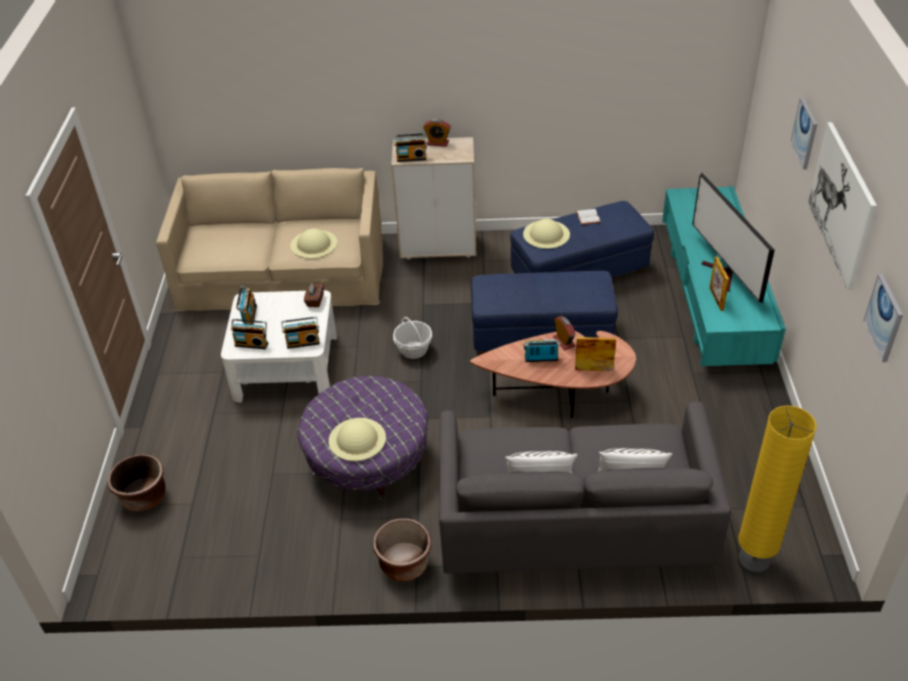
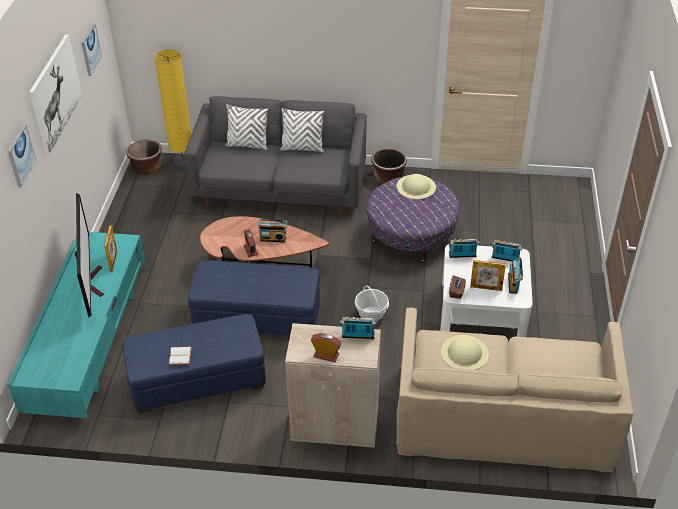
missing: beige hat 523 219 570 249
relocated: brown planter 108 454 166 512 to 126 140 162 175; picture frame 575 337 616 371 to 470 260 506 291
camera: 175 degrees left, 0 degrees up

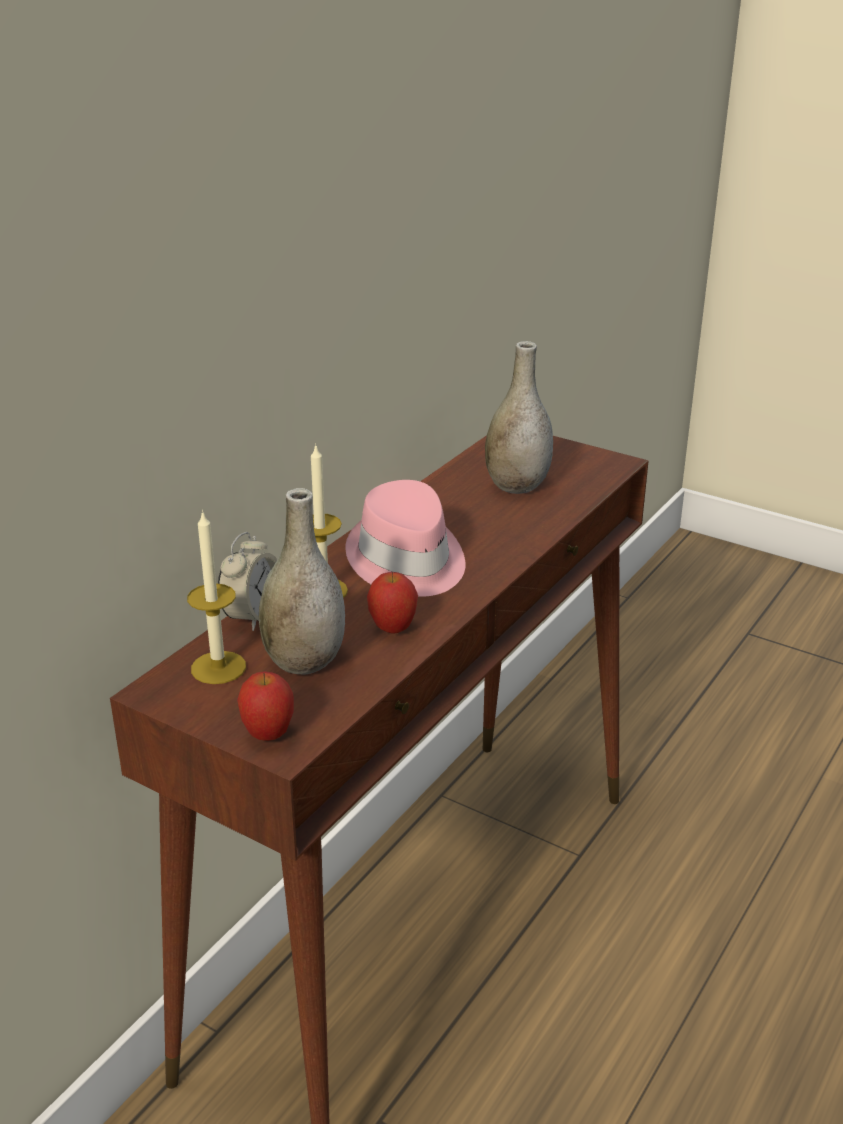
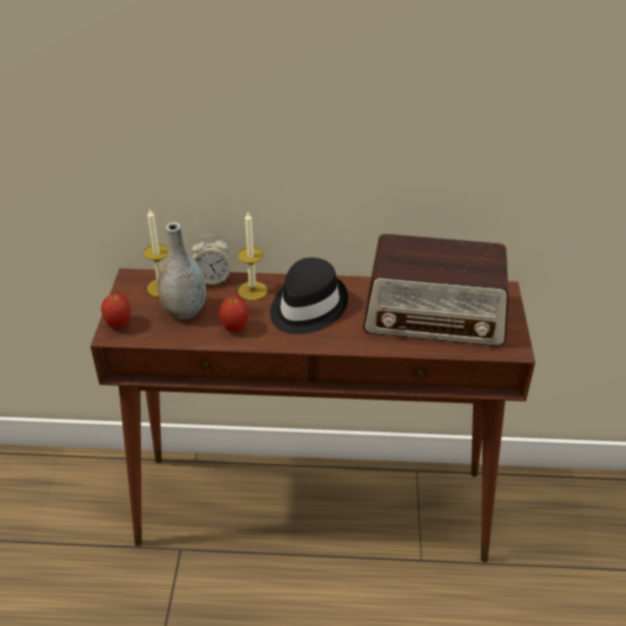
exchanged: grey vase 485 341 553 494 to radio 363 234 509 346
colour: pink hat 346 480 466 597 to black hat 270 258 348 334
camera: 60 degrees right, 10 degrees up

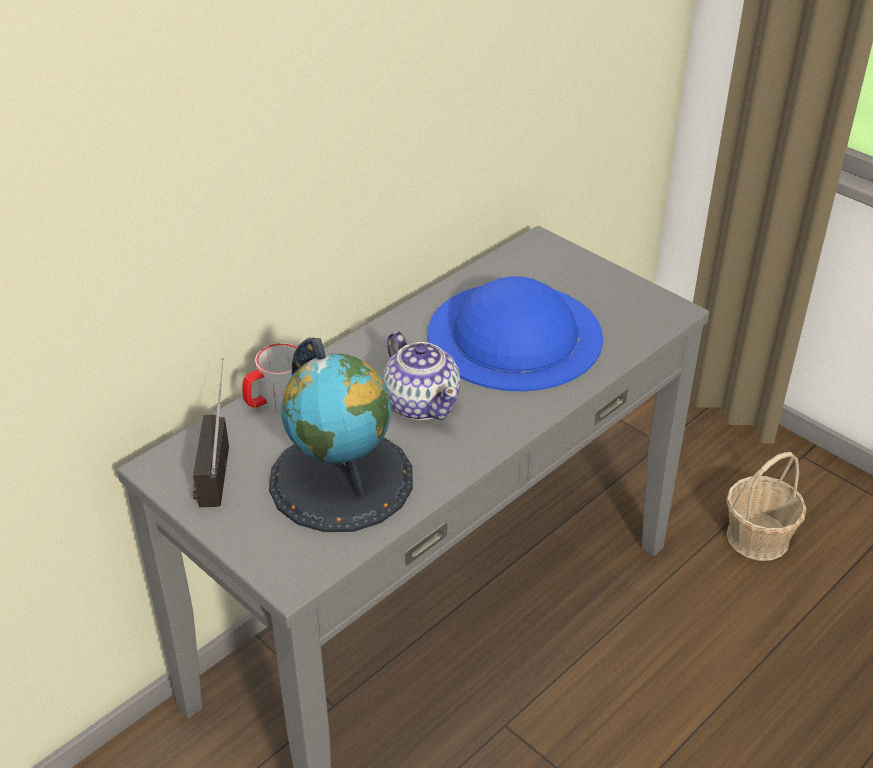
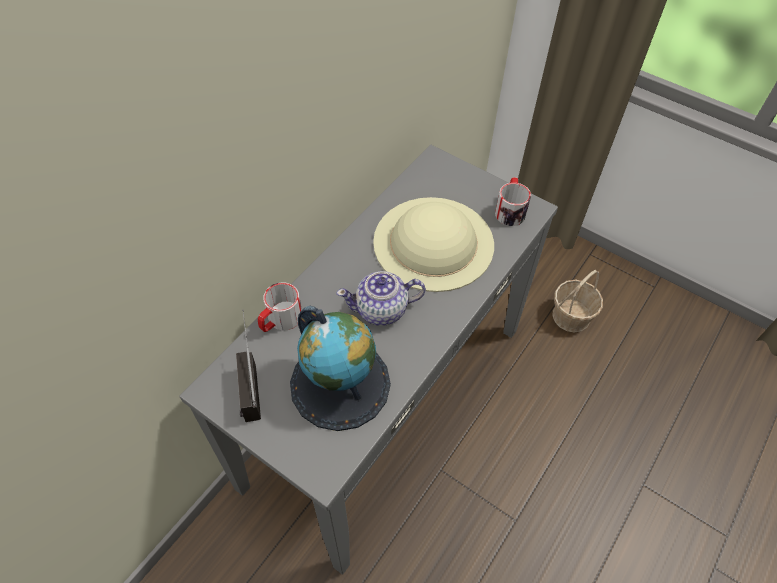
appeared: mug 495 177 531 226
colour: blue hat 427 276 603 391 to beige hat 373 197 494 292
spun: teapot 383 331 460 420 = 336 271 426 326 120 degrees clockwise
camera: 10 degrees left, 15 degrees up

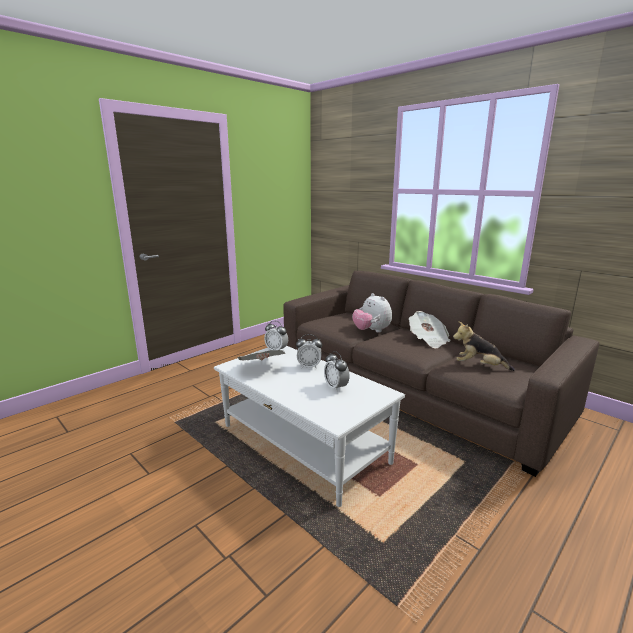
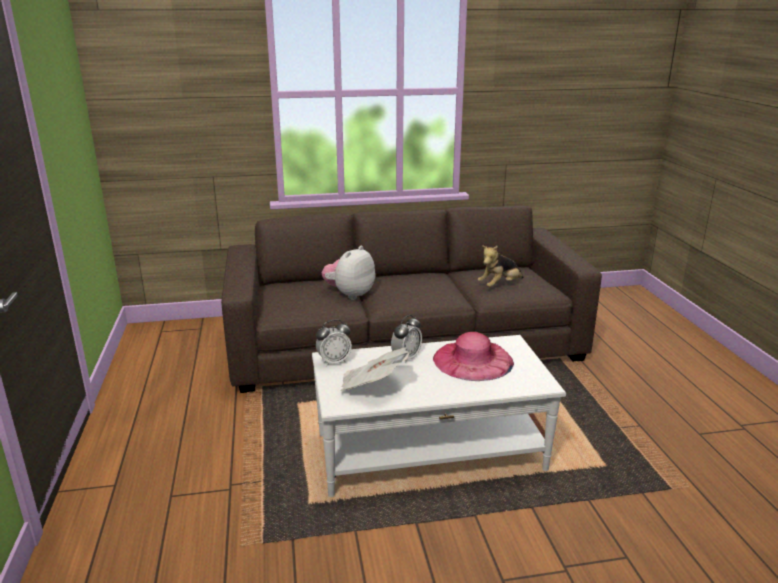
missing: newspaper 409 311 451 349
exchanged: alarm clock 324 351 349 392 to pink hat 433 332 514 381
spun: plush toy 352 293 392 333 = 322 246 375 300 120 degrees clockwise
camera: 55 degrees left, 5 degrees up

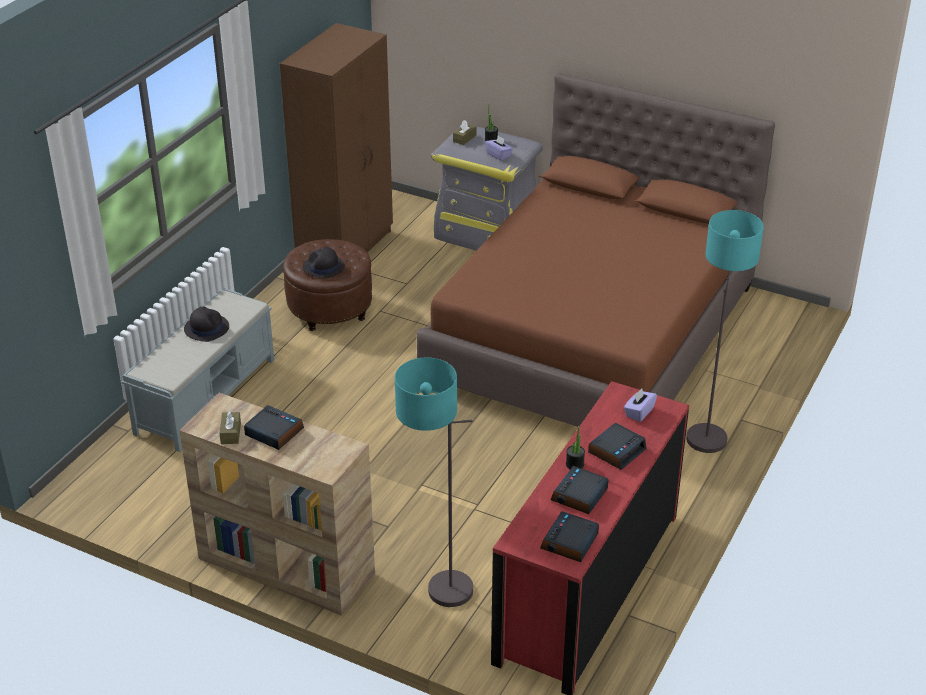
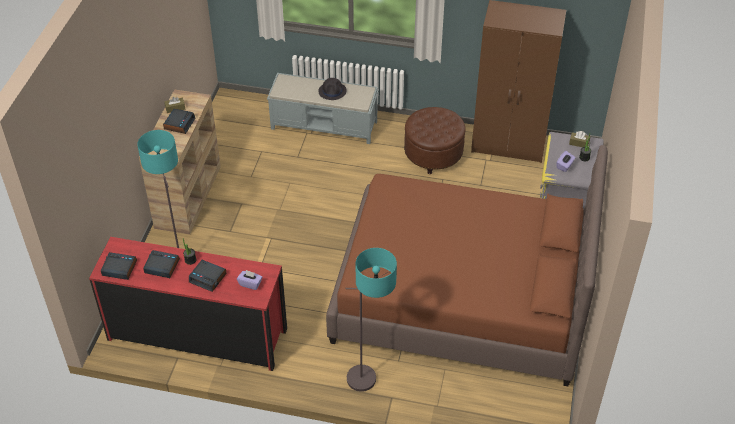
missing: black hat 303 247 345 278
camera: 75 degrees right, 10 degrees up

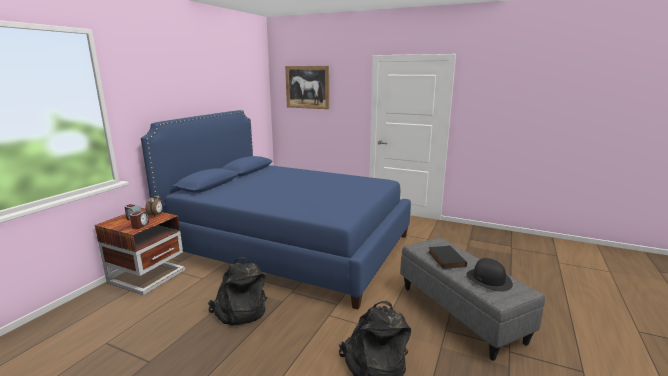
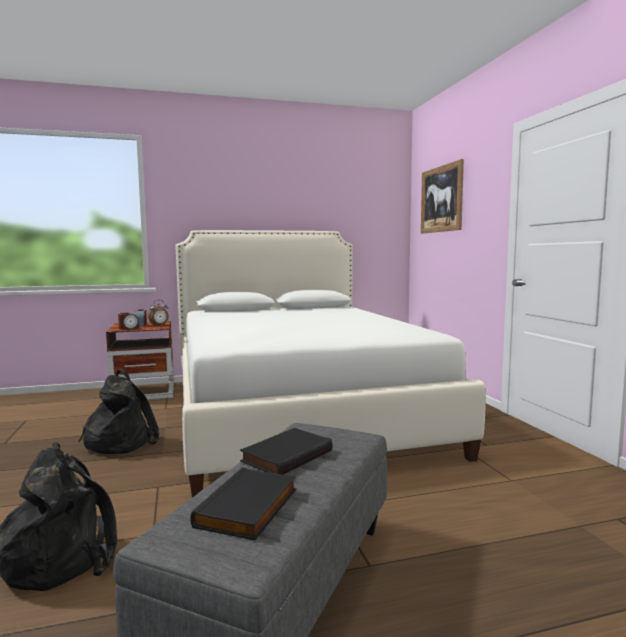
exchanged: black hat 466 258 513 292 to black book 190 467 296 540
colour: blue bed 141 110 411 309 to white bed 176 230 486 498
camera: 50 degrees right, 10 degrees down

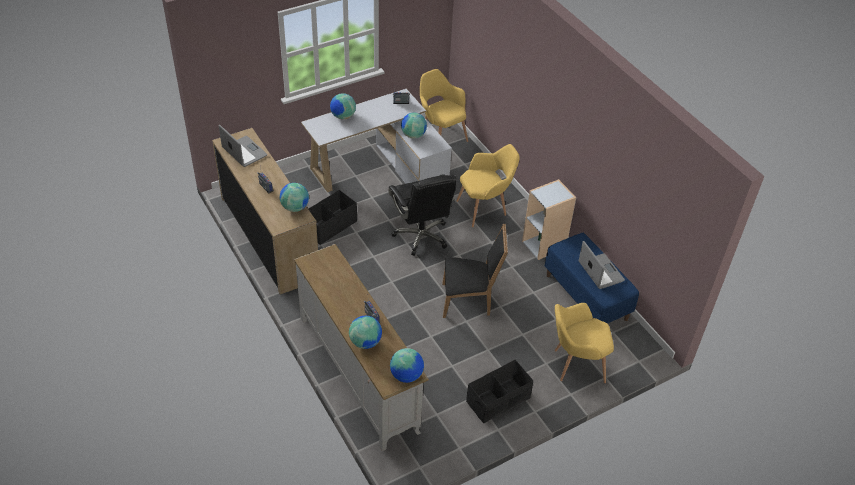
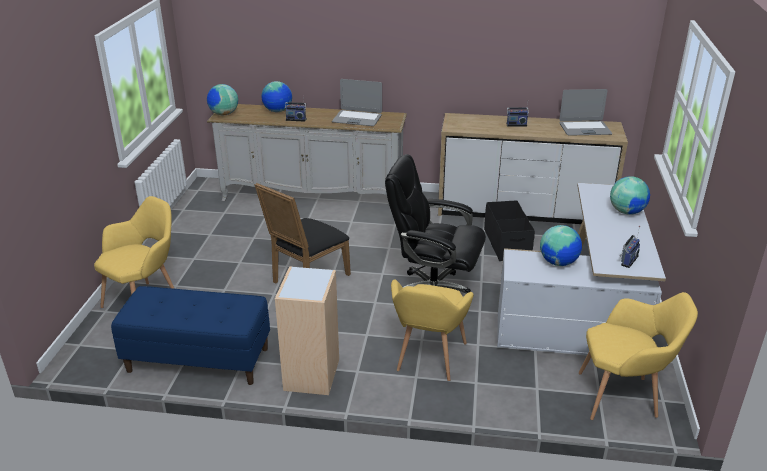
missing: globe 280 183 309 212; black storage box 466 360 533 423
relocated: laptop 579 241 625 289 to 332 79 382 126
camera: 130 degrees right, 15 degrees down

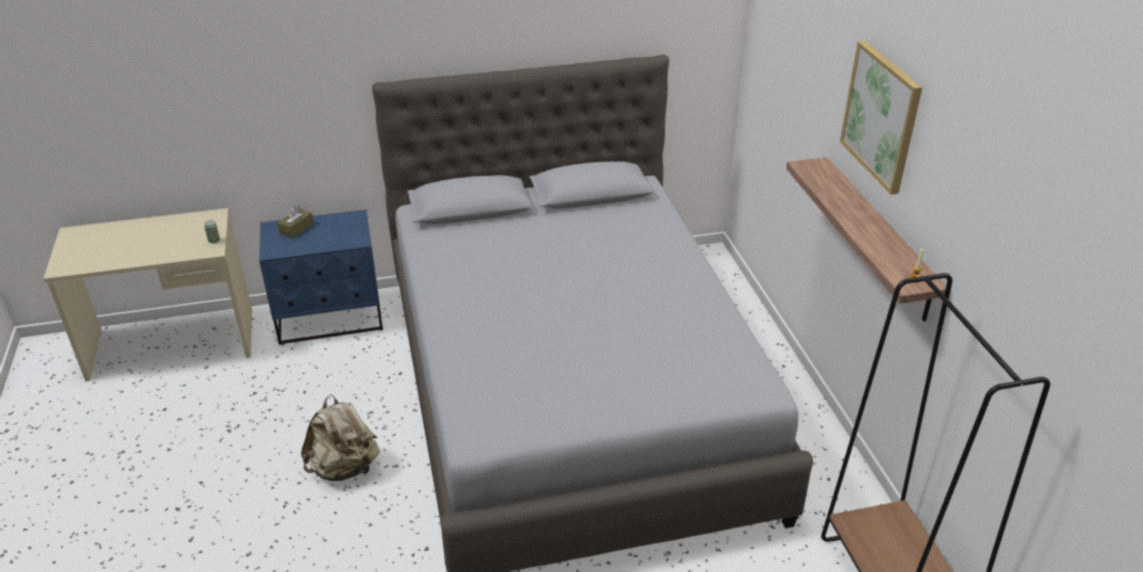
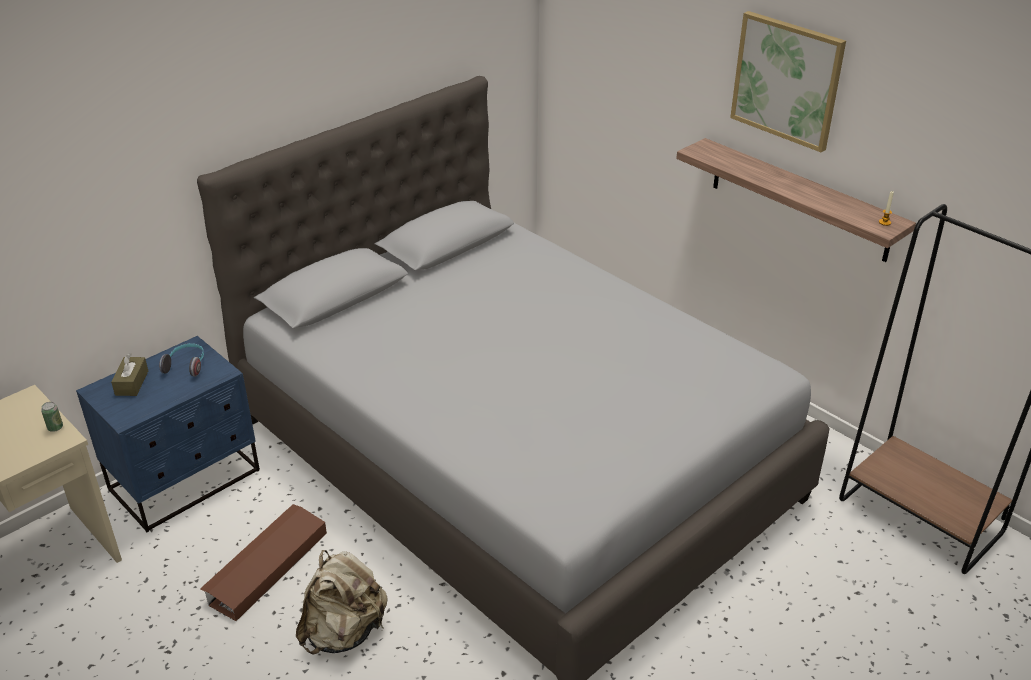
appeared: headphones 159 343 204 377; brown storage box 200 504 327 622
camera: 30 degrees left, 0 degrees up

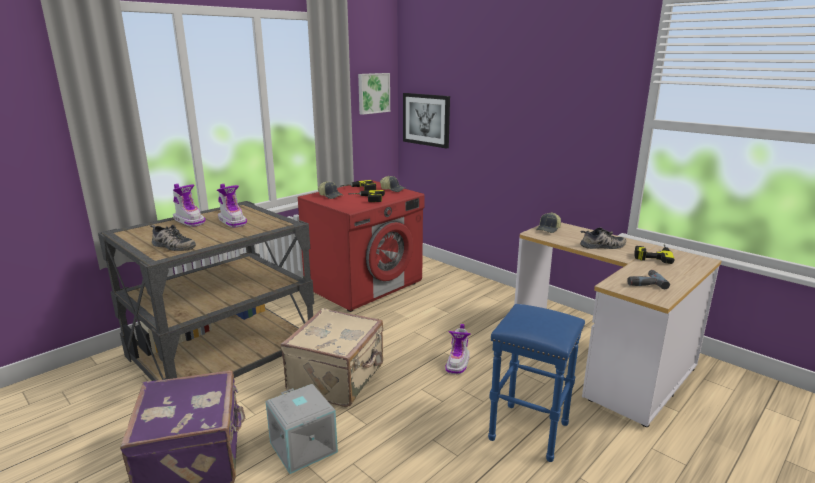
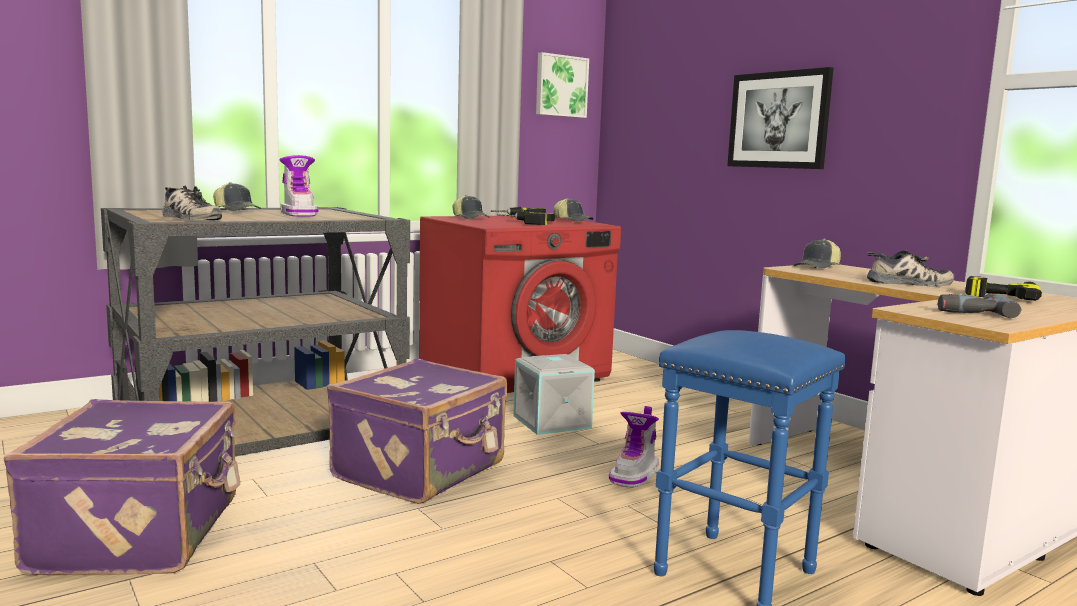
relocated: grey storage box 266 384 338 474 to 513 354 595 435; picture 403 93 450 149 to 727 67 834 169
exchanged: boot 173 184 205 227 to cap 213 182 261 211
colour: beige suitcase 281 308 383 407 to purple suitcase 327 358 507 504
camera: 10 degrees right, 10 degrees down

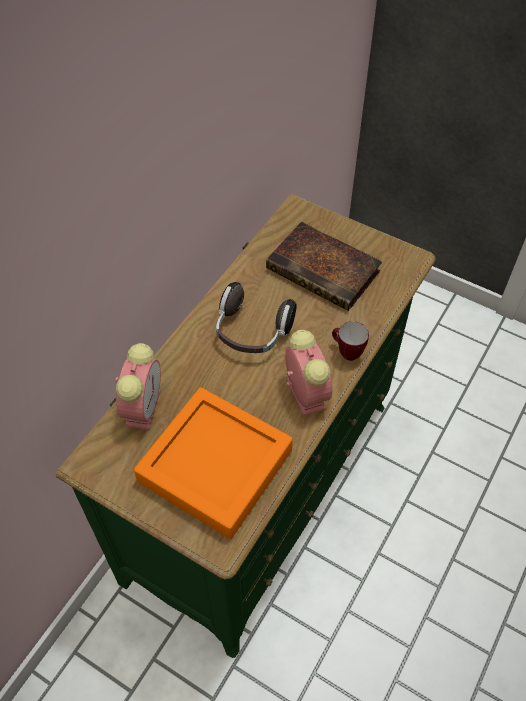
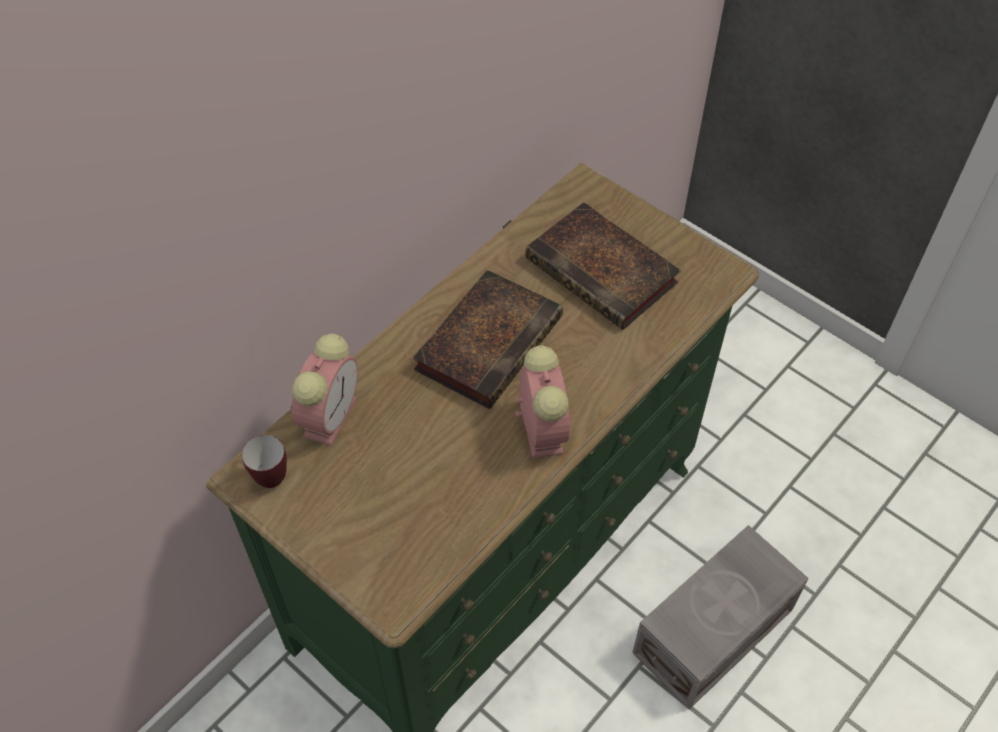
missing: orange tray 134 387 293 539
appeared: grey storage box 632 525 809 709
relocated: mug 332 321 369 361 to 242 435 287 488
exchanged: headphones 216 282 297 353 to book 413 270 563 409
camera: 10 degrees right, 0 degrees up

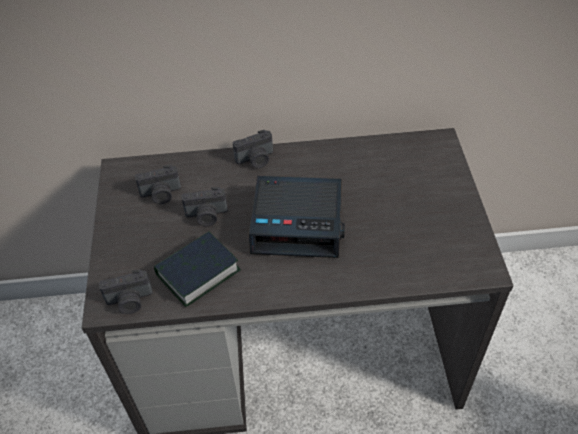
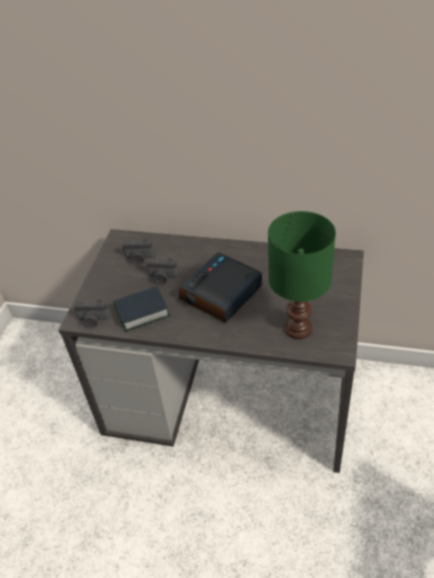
missing: photo camera 233 130 273 168
appeared: green table lamp 268 211 336 339
spun: alarm clock 249 176 345 258 = 179 252 262 323 105 degrees clockwise
camera: 20 degrees right, 5 degrees down

